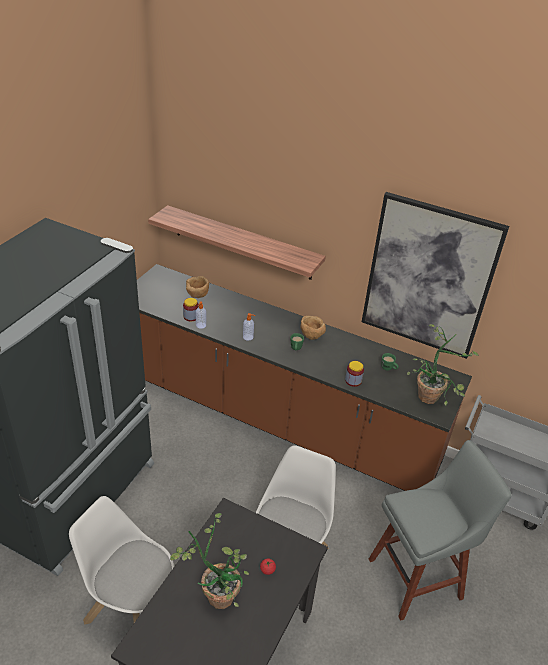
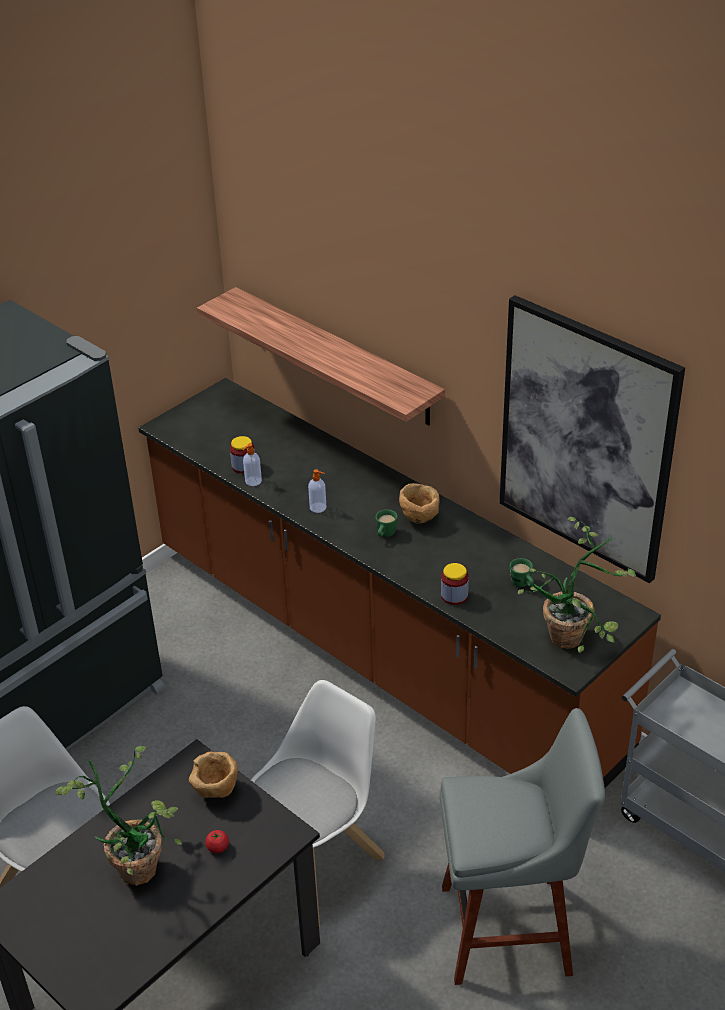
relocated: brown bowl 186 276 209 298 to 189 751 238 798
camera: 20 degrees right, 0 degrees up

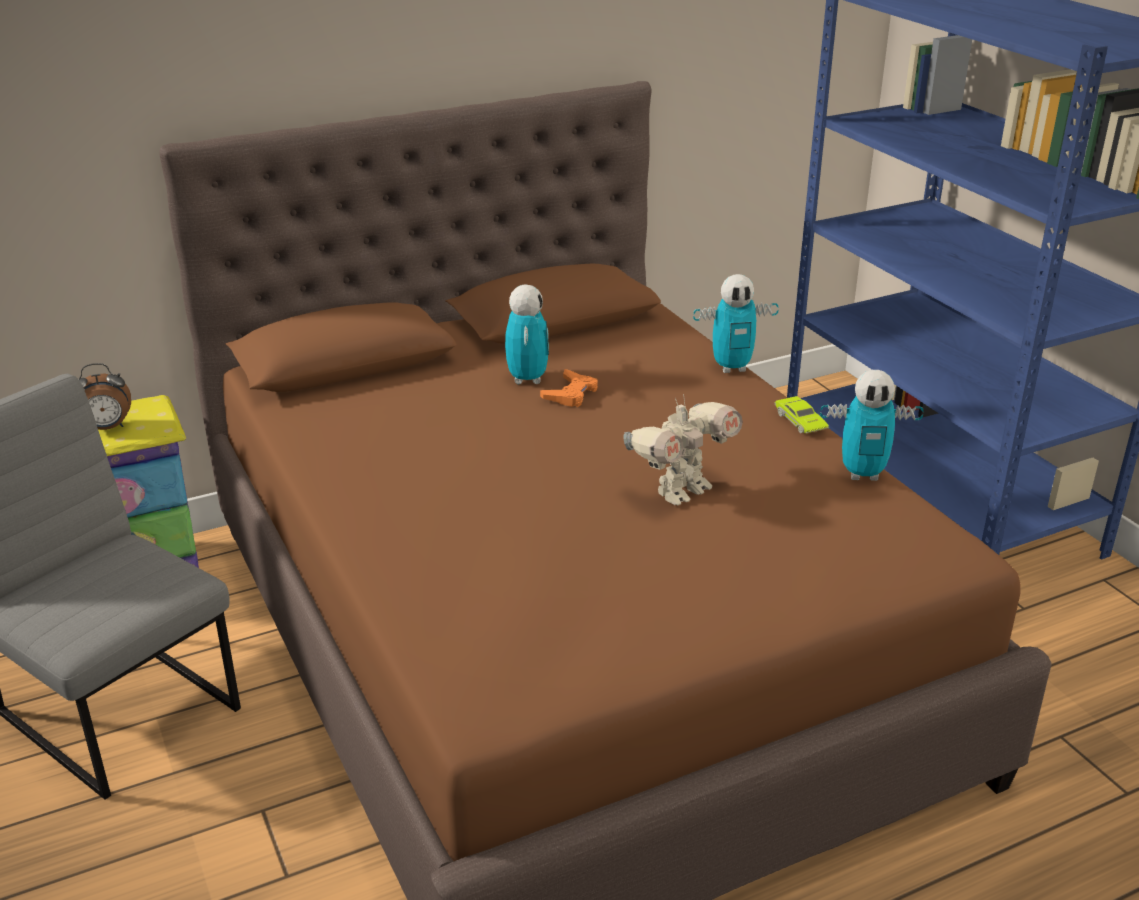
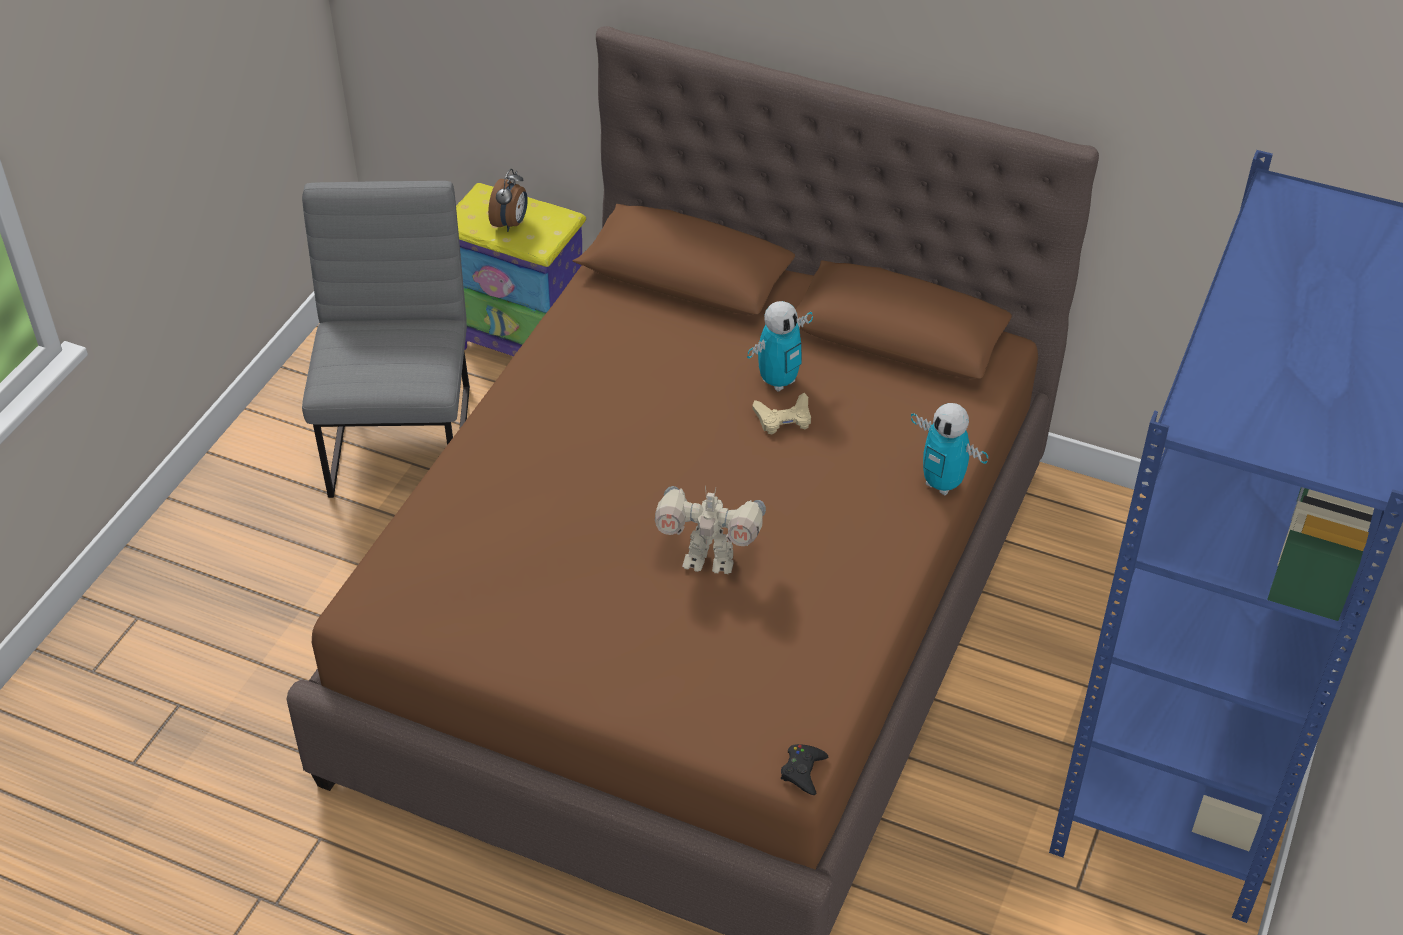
missing: green toy car 775 396 829 434; toy robot 820 370 923 481
appeared: black game controller 781 744 828 795
colour: orange game controller 540 369 598 407 to beige game controller 752 393 811 434
spun: alarm clock 79 363 131 430 = 488 169 528 232 105 degrees counterclockwise
camera: 50 degrees right, 15 degrees up

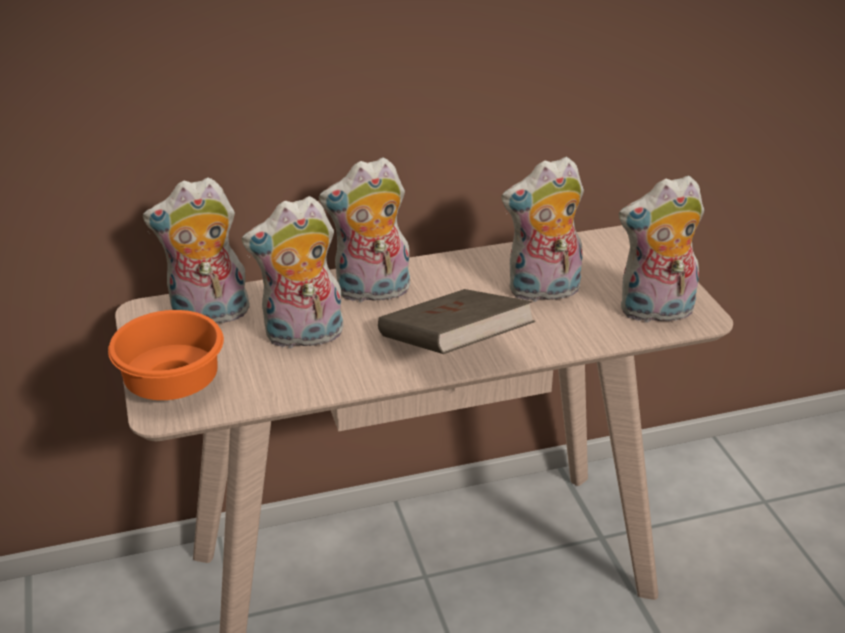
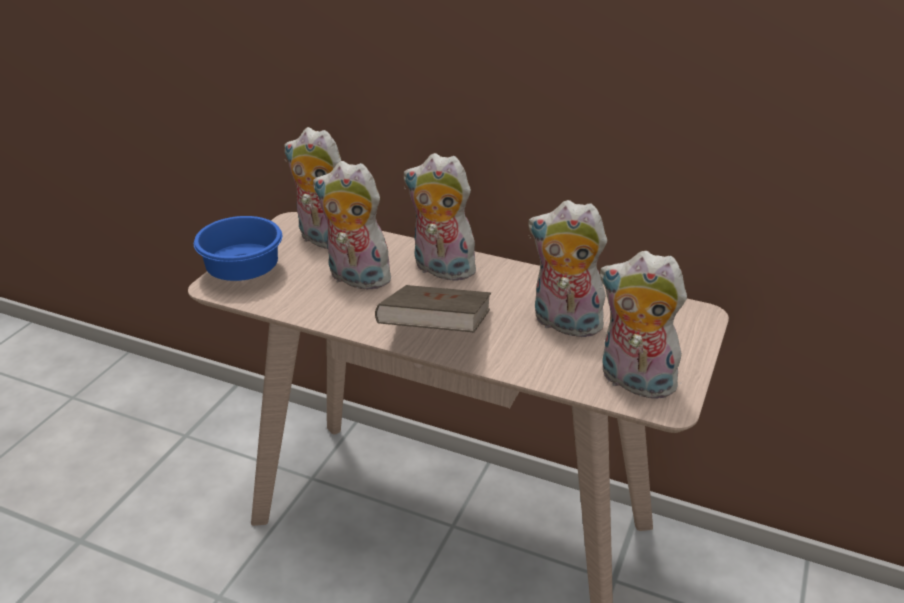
colour: orange bowl 108 310 224 400 to blue bowl 194 216 282 281
camera: 40 degrees right, 0 degrees up

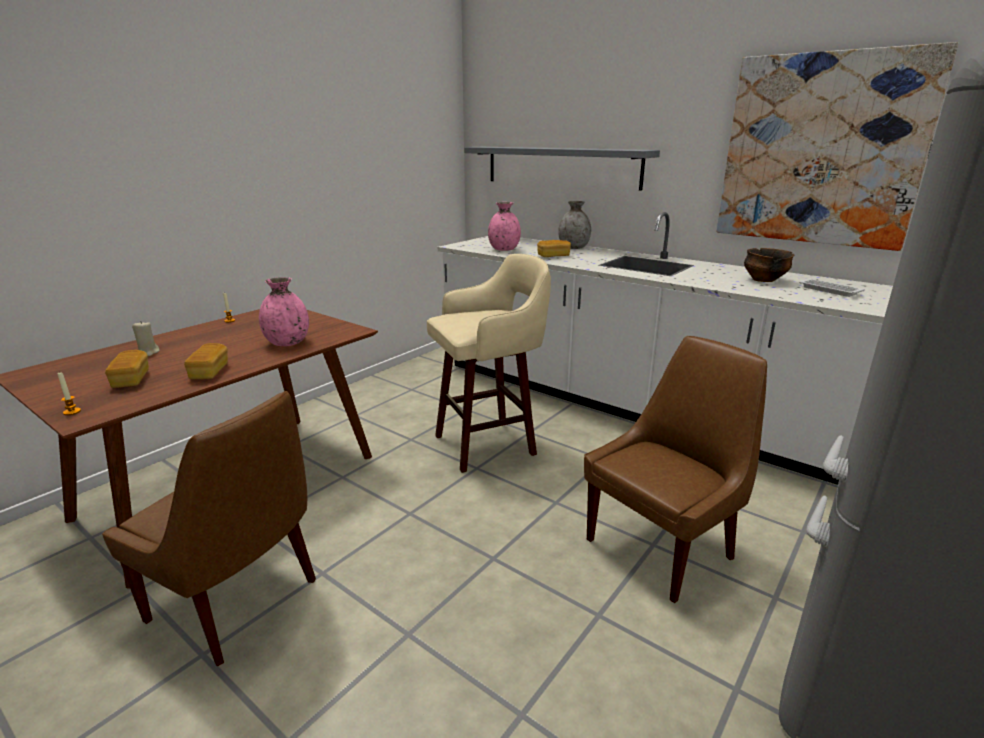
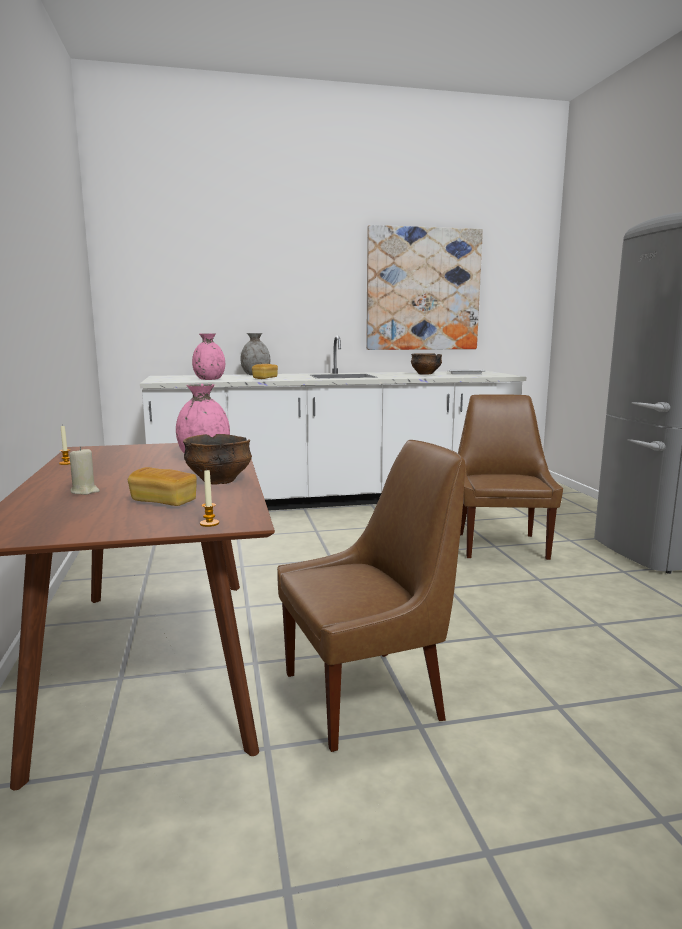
missing: beige stool 427 254 551 473; grey shelf 464 147 660 191
exchanged: bread 184 343 228 379 to bowl 183 434 252 485
camera: 50 degrees left, 10 degrees down

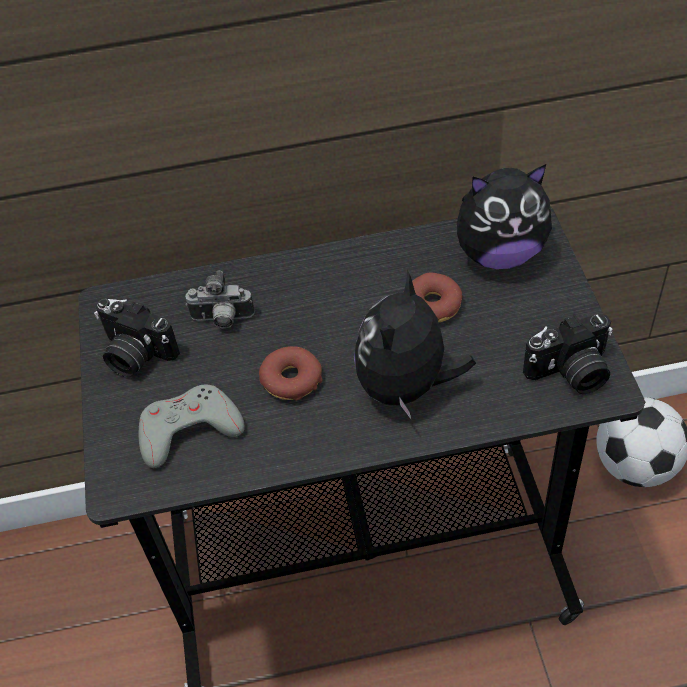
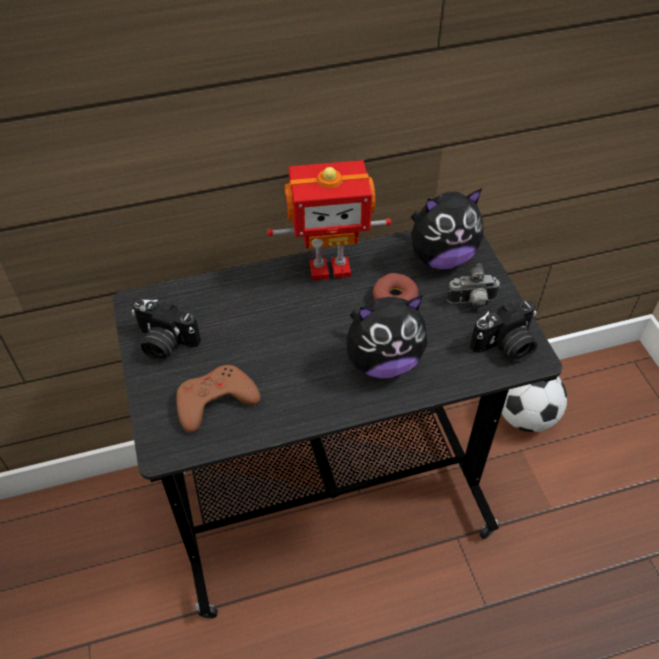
missing: donut 259 346 323 401
appeared: toy robot 267 160 391 281
relocated: photo camera 185 270 255 328 to 447 264 500 309
colour: grey game controller 139 384 245 468 to brown game controller 176 365 260 433
spun: plush toy 354 270 476 420 = 346 295 427 379 120 degrees counterclockwise
camera: 10 degrees left, 0 degrees up

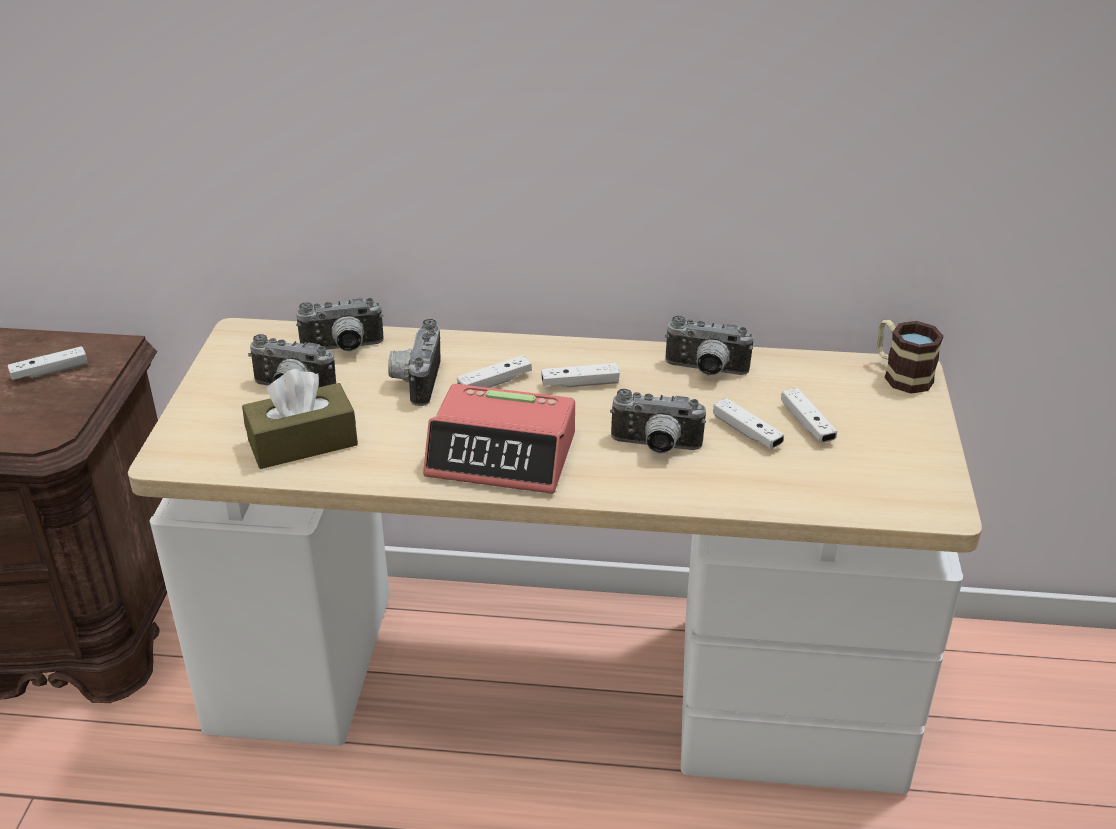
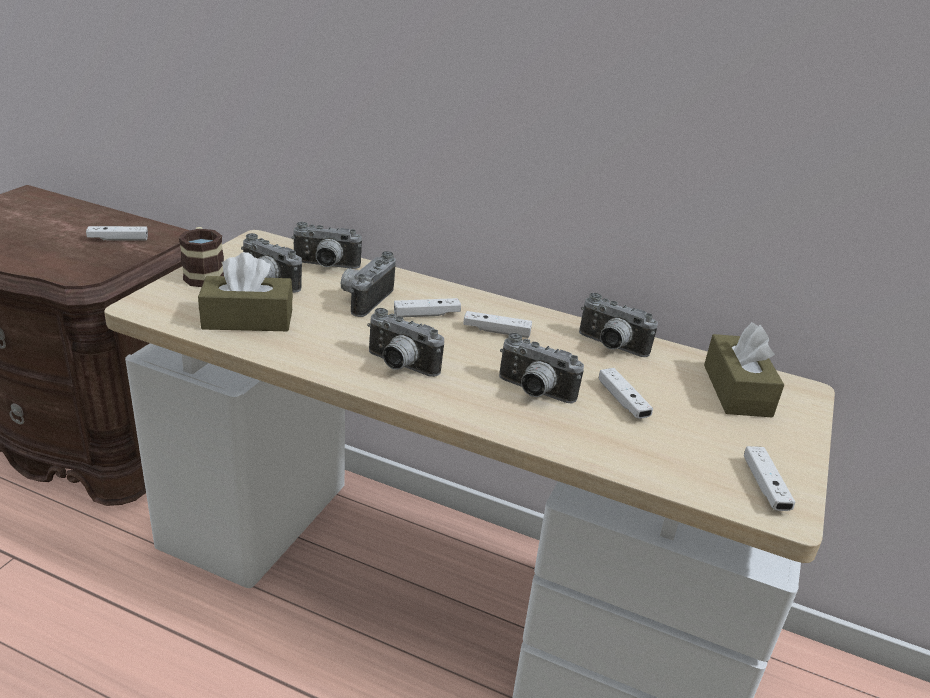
appeared: brown tissue box 704 322 784 417
relocated: mug 877 320 944 394 to 179 227 224 287; white game controller 781 388 837 443 to 744 446 795 511
exchanged: alarm clock 423 384 575 494 to photo camera 367 308 444 377
camera: 15 degrees right, 5 degrees down

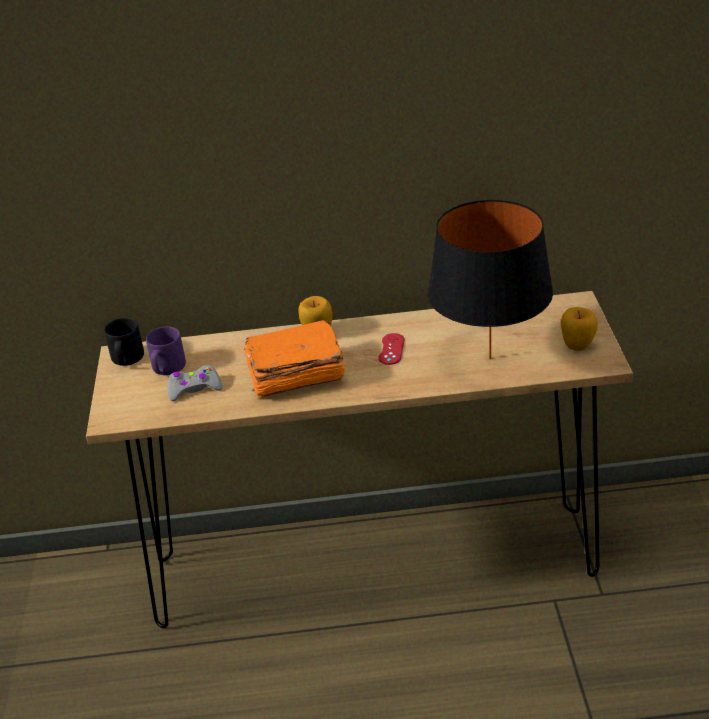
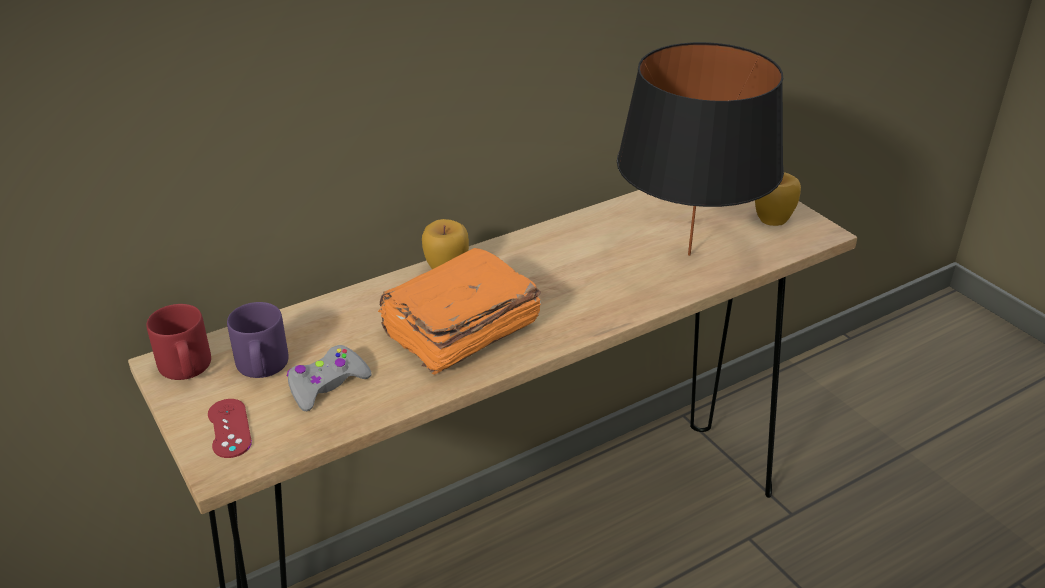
relocated: red game controller 379 333 404 365 to 208 399 252 458
colour: black mug 104 318 144 366 to red mug 146 304 211 380
camera: 30 degrees left, 0 degrees up

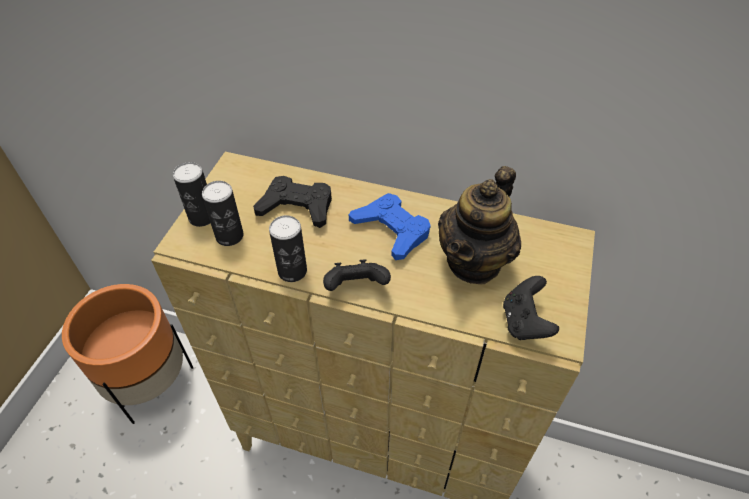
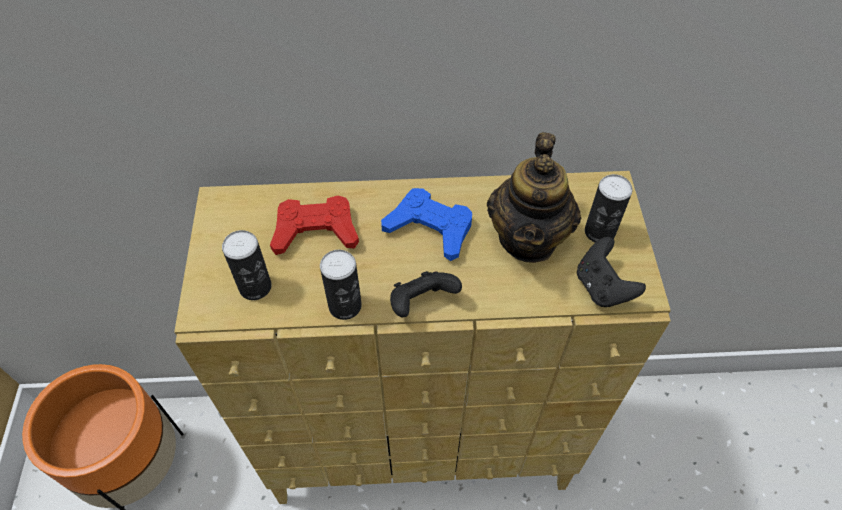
relocated: can 173 162 210 227 to 585 174 633 243
colour: black game controller 253 176 332 228 to red game controller 270 196 359 255
camera: 20 degrees left, 5 degrees up

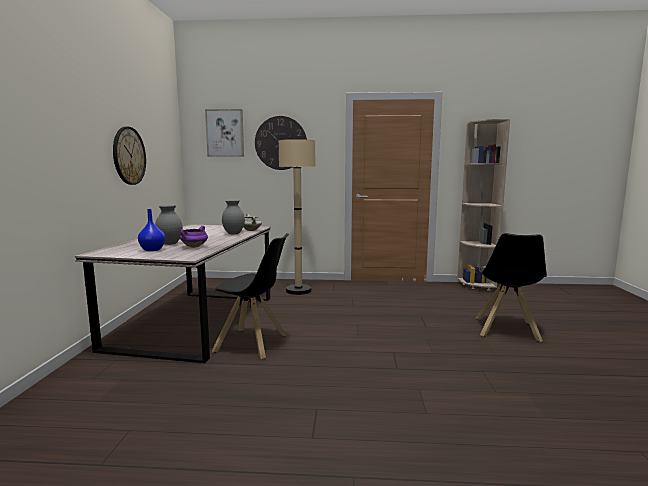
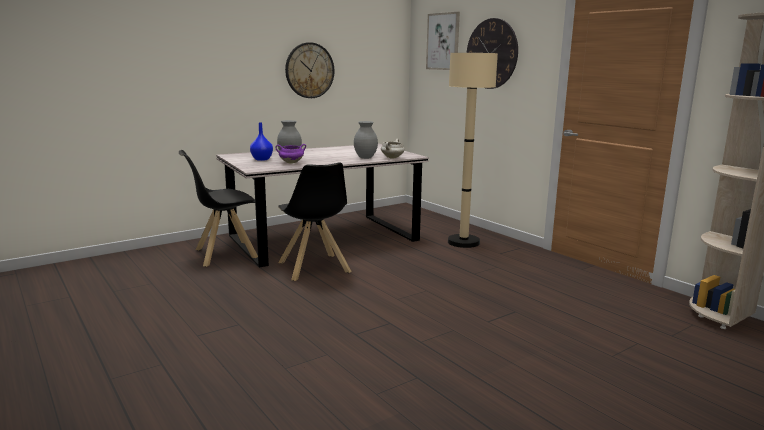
relocated: black chair 475 233 547 342 to 179 150 258 267
camera: 50 degrees right, 5 degrees up

